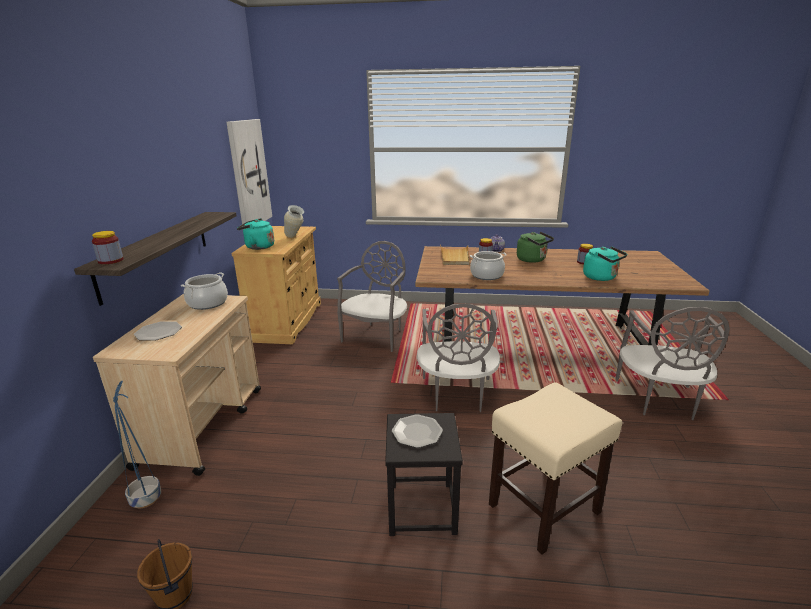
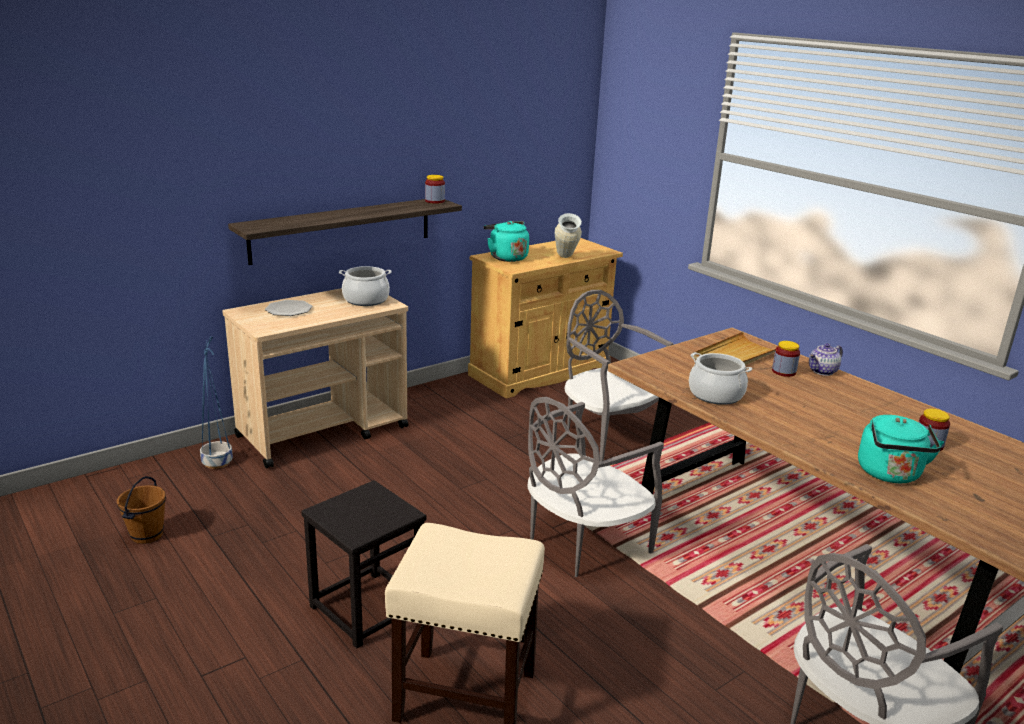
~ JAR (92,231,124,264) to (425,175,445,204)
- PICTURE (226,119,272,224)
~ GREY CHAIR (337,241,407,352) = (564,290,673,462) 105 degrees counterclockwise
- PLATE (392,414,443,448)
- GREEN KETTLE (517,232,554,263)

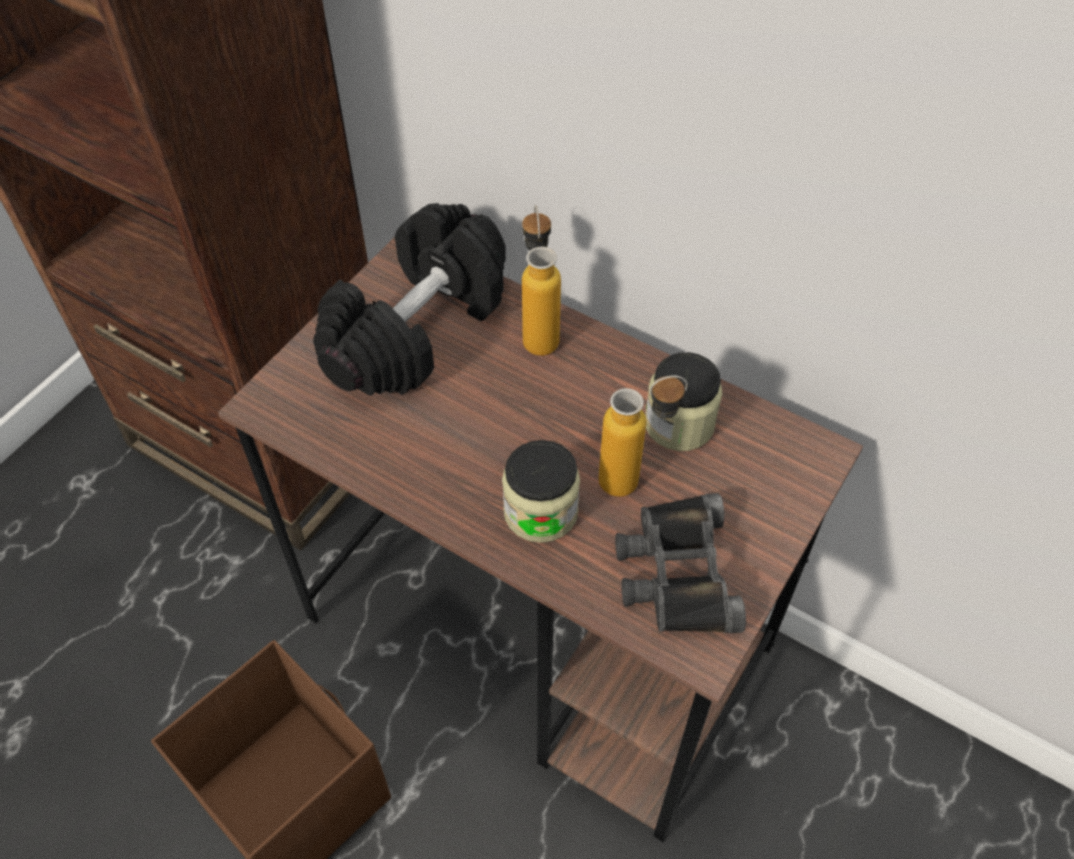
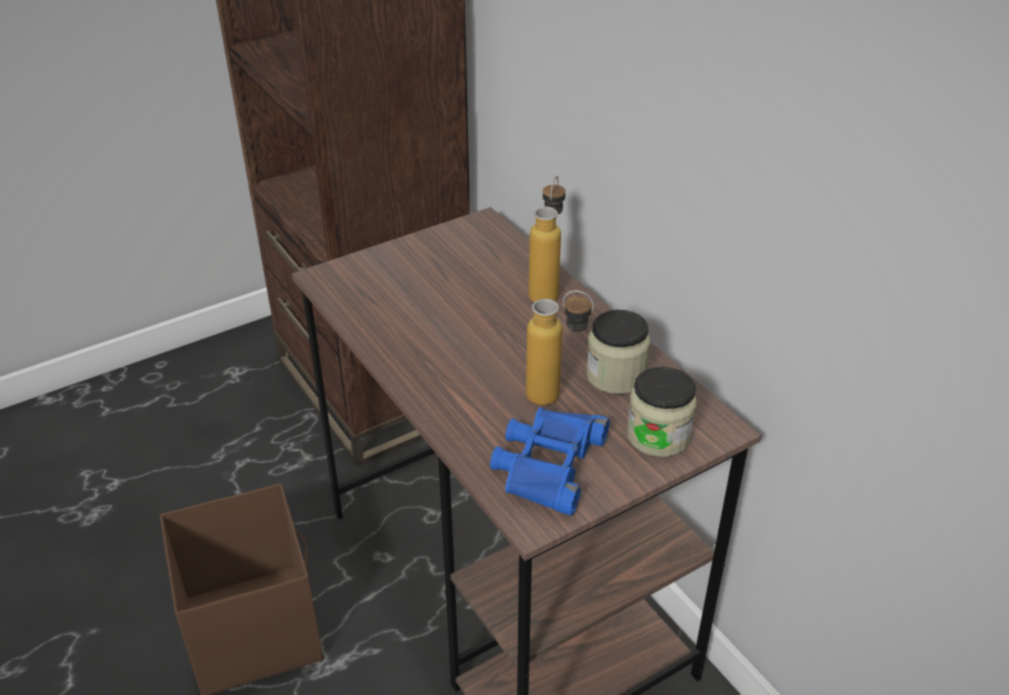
- BLACK DUMBBELL (313,203,506,396)
~ JAR (502,440,580,543) to (627,367,697,457)
~ BLACK BINOCULARS (615,493,746,633) to BLUE BINOCULARS (490,407,610,516)

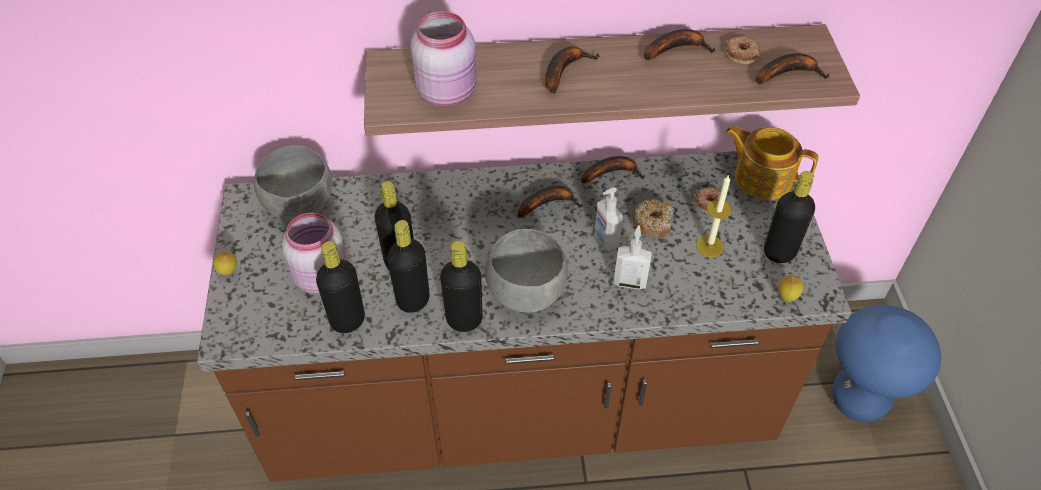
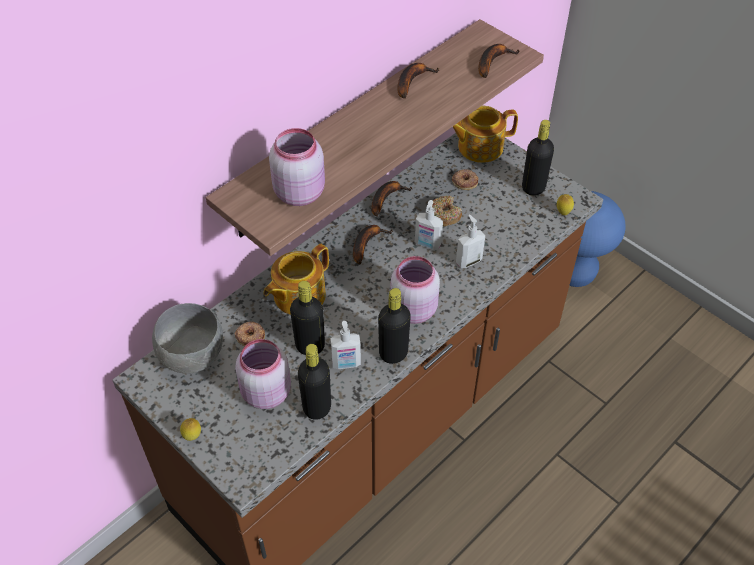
~ BLACK BOTTLE (387,220,430,313) to SOAP DISPENSER (331,321,361,369)
~ GREY BOWL (485,229,568,313) to PINK JAR (390,256,440,324)
- BANANA (545,46,600,94)
- CANDLE (696,174,732,257)
~ DONUT (725,36,761,65) to (235,322,265,346)
+ TEAPOT (263,244,329,315)

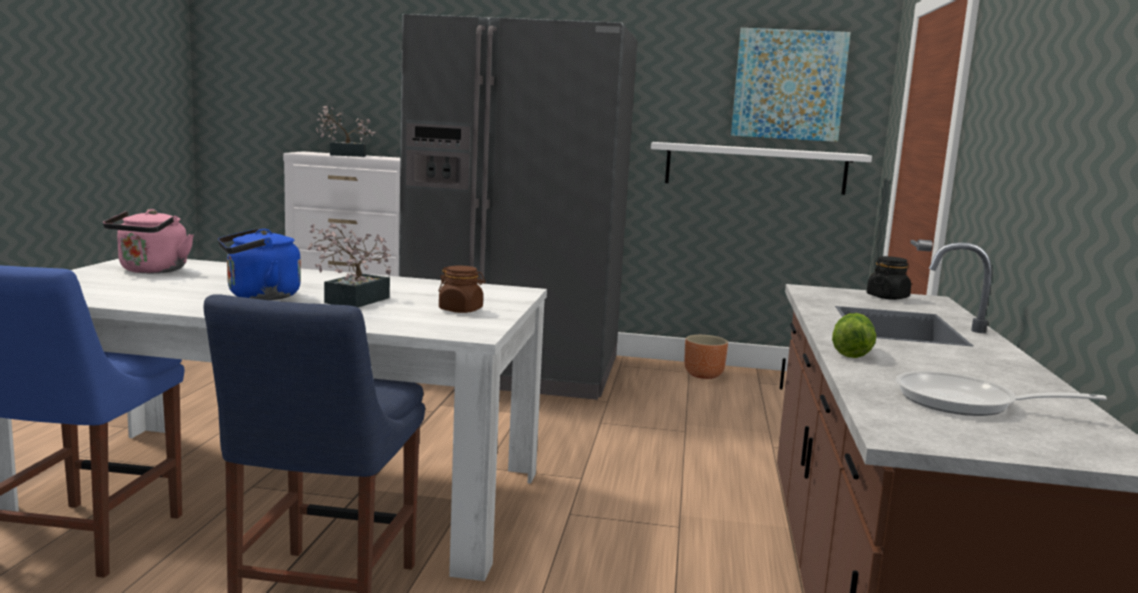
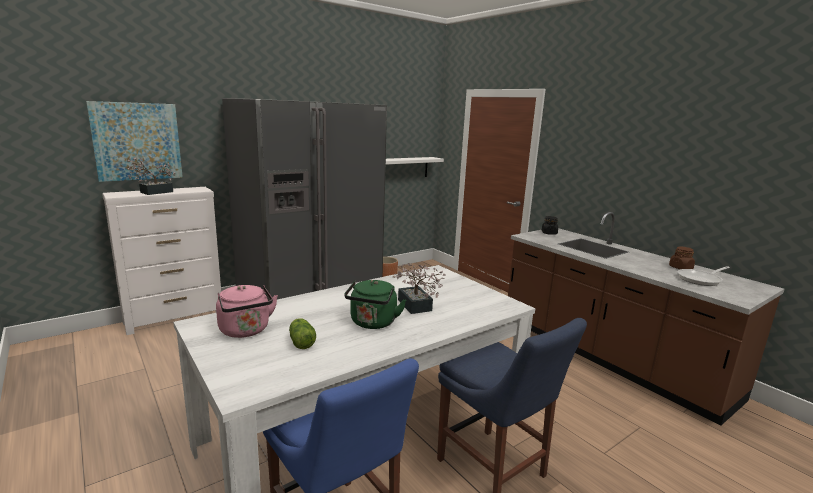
~ BLUE KETTLE (218,229,301,300) to GREEN KETTLE (344,280,406,329)
~ BROWN JAR (438,266,486,313) to (669,247,695,269)
~ PICTURE (731,28,851,142) to (86,101,183,182)
~ LETTUCE (832,313,876,358) to (289,318,316,349)

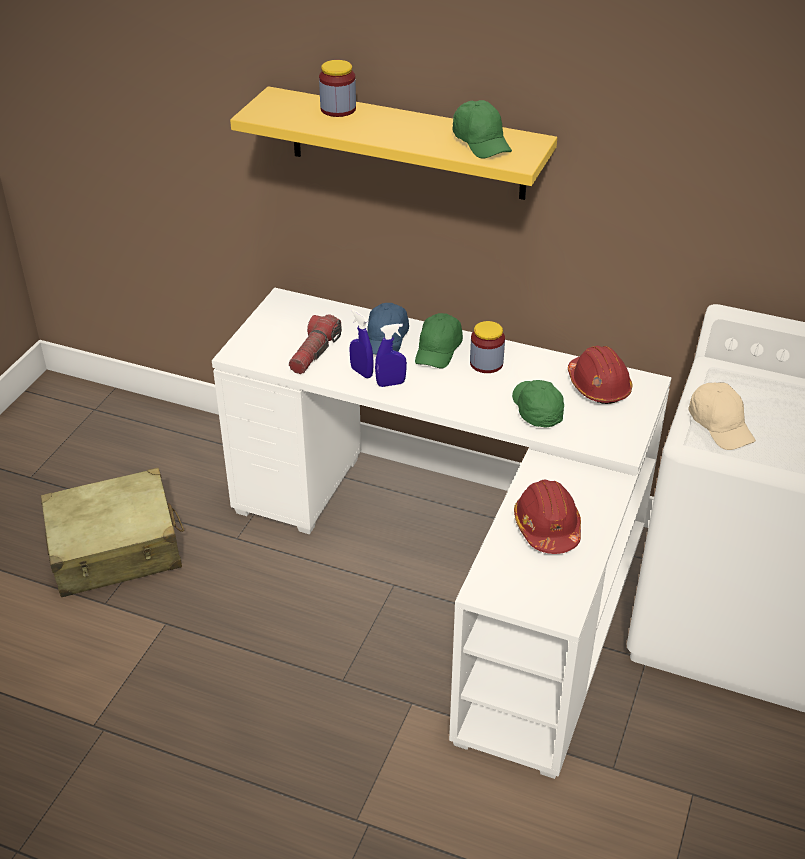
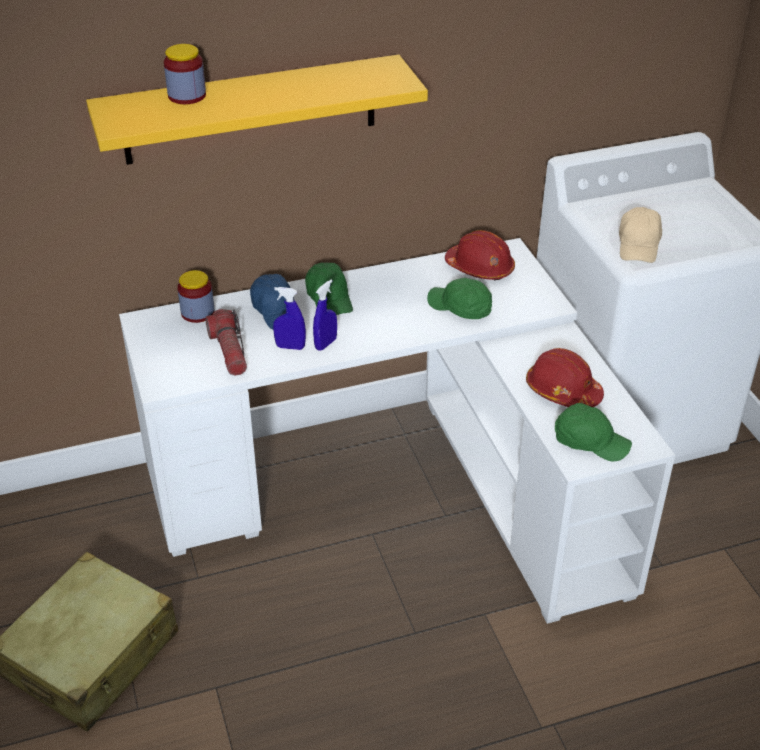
~ GREEN CAP (452,100,512,159) to (555,403,632,461)
~ JAR (470,321,505,373) to (177,270,215,323)
~ BEIGE CAP (688,382,756,450) = (619,207,662,263) 75 degrees clockwise

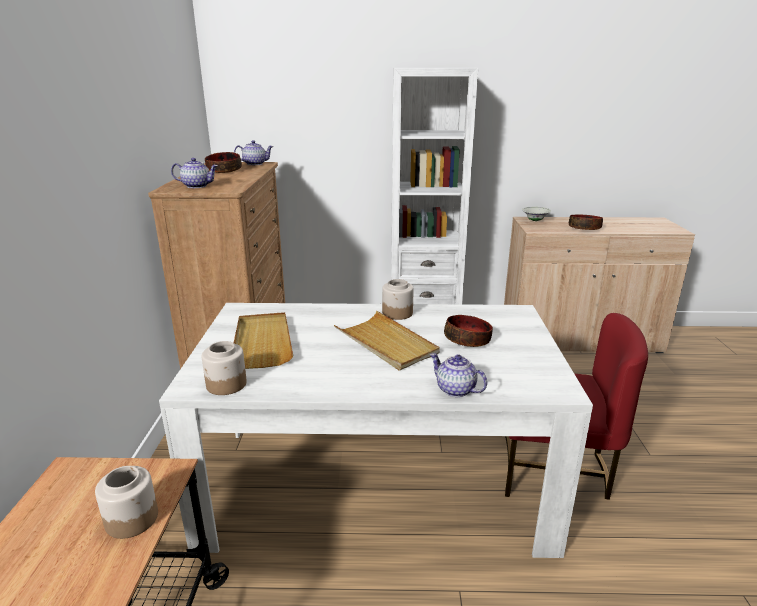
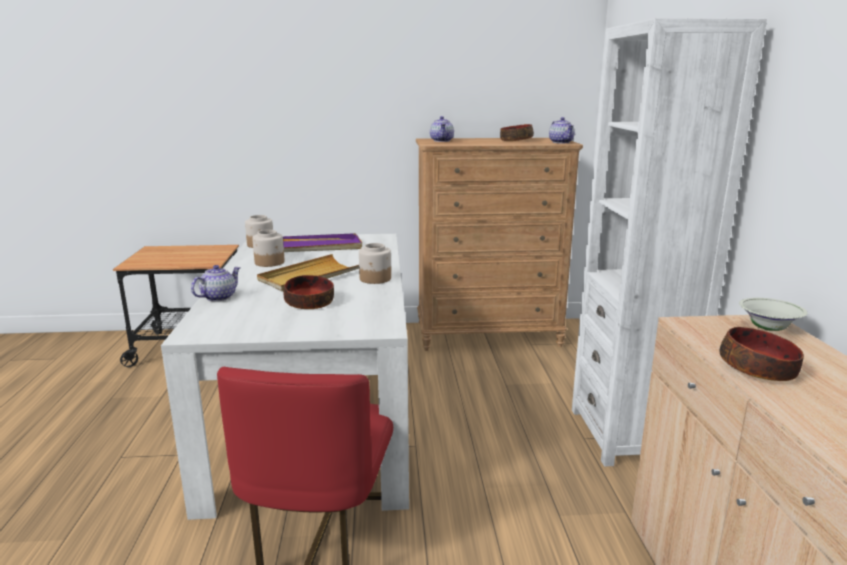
~ JAR (95,466,158,539) to (252,230,285,267)
~ BEIGE TRAY (234,312,293,369) to PURPLE TRAY (283,233,362,252)

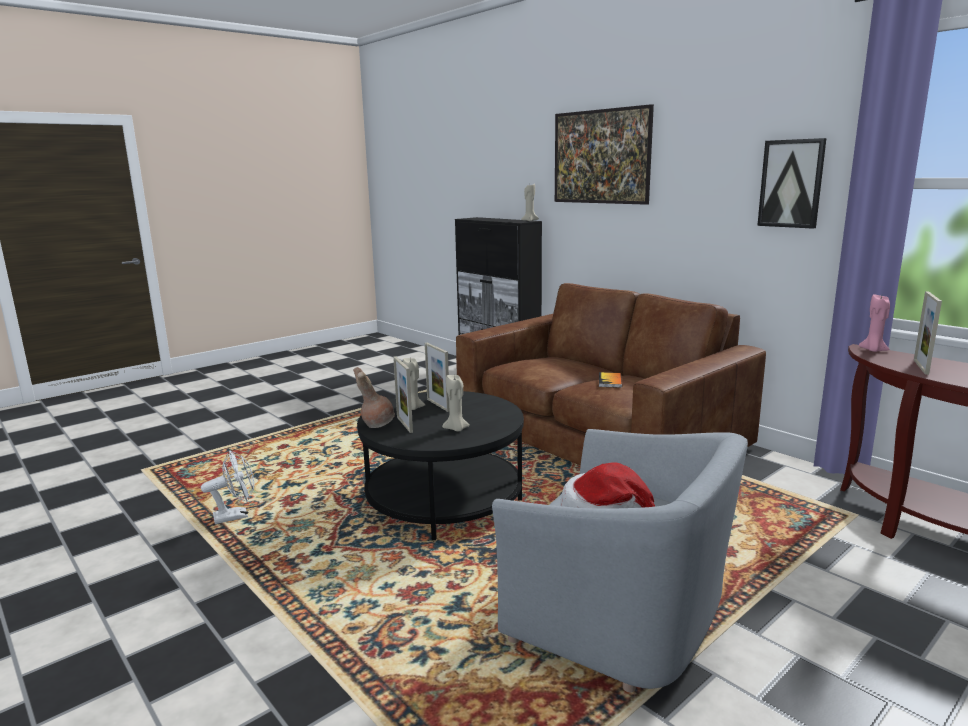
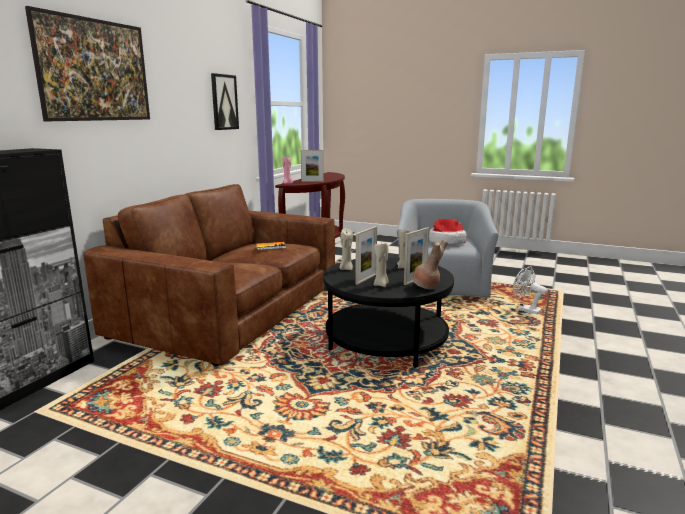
~ WHITE FAN (201,451,254,524) to (513,266,548,314)
~ BEIGE CANDLE (521,184,539,221) to (339,229,353,270)

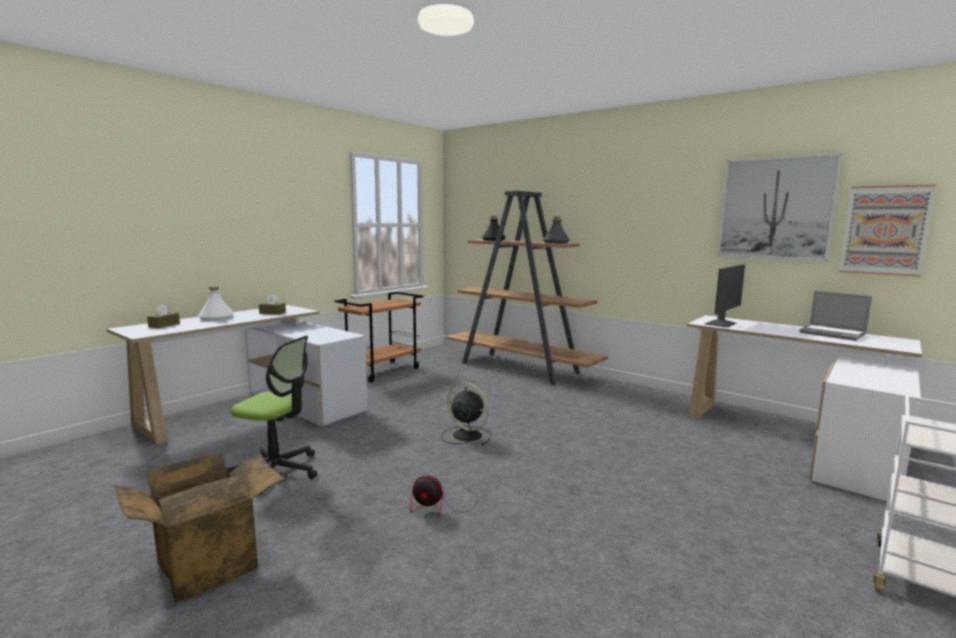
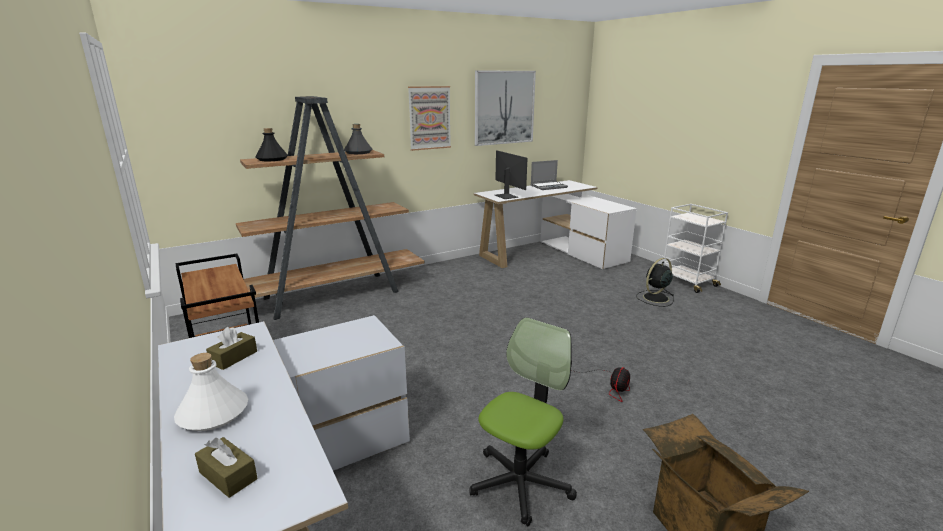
~ BLACK FAN (441,382,492,445) to (637,258,674,307)
~ PICTURE (840,184,936,277) to (408,86,451,151)

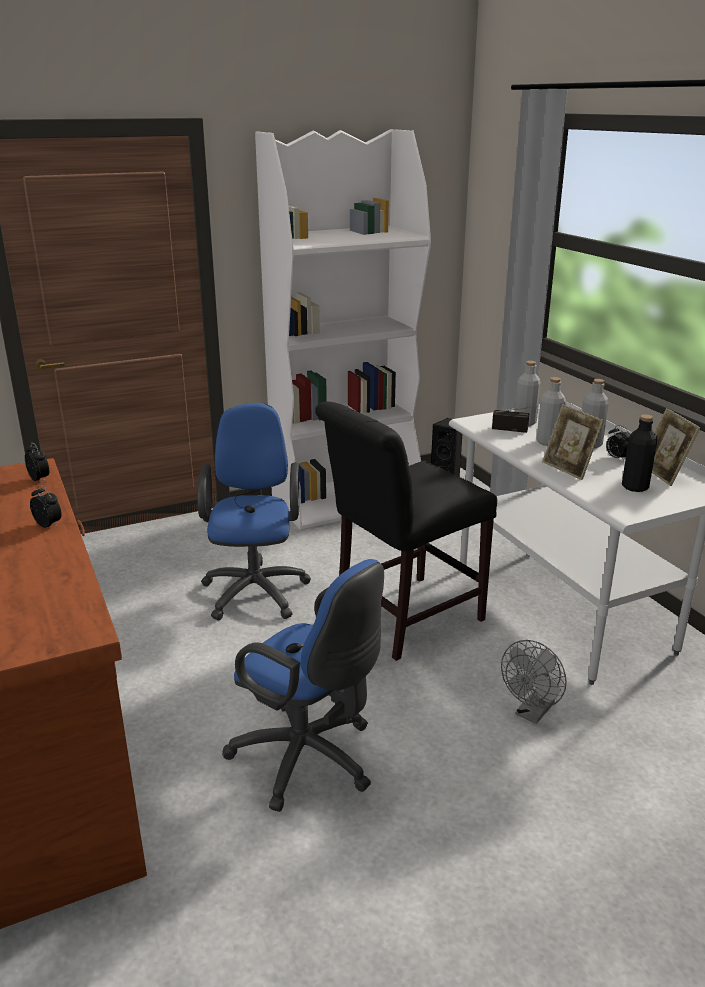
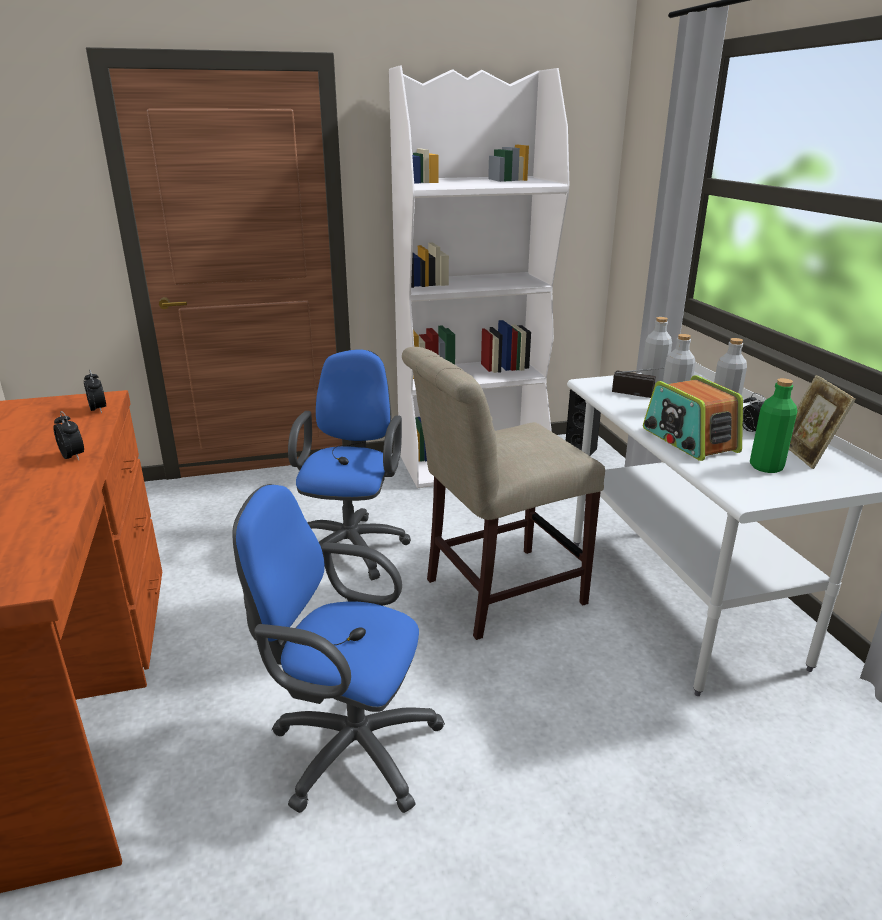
~ BLUE OFFICE CHAIR (222,559,384,812) = (233,484,445,813) 150 degrees clockwise
~ BLACK CHAIR (315,402,497,661) to BEIGE CHAIR (402,347,605,640)
- GREY FAN (501,640,567,724)
~ PICTURE FRAME (542,404,604,480) to RADIO (643,375,743,461)
~ BLACK BOTTLE (622,414,657,492) to GREEN BOTTLE (750,378,797,473)

